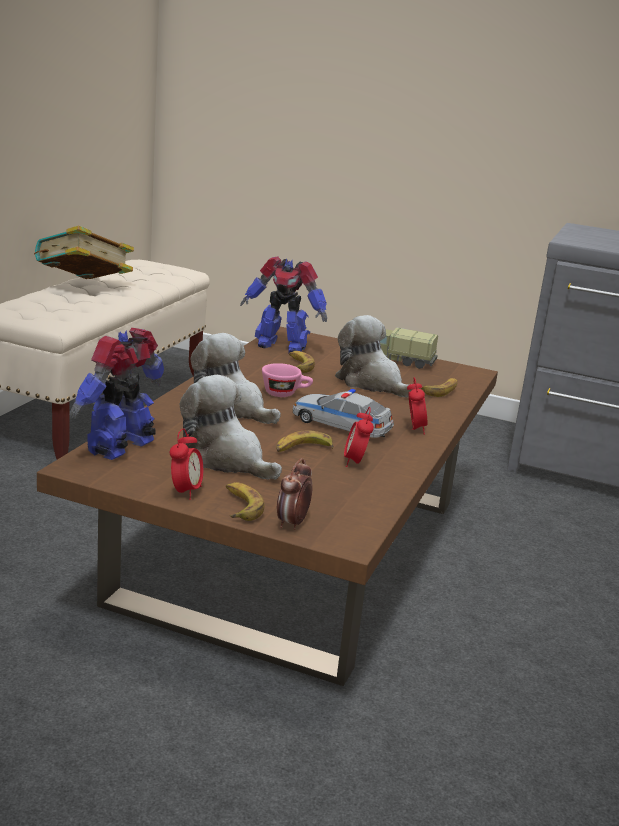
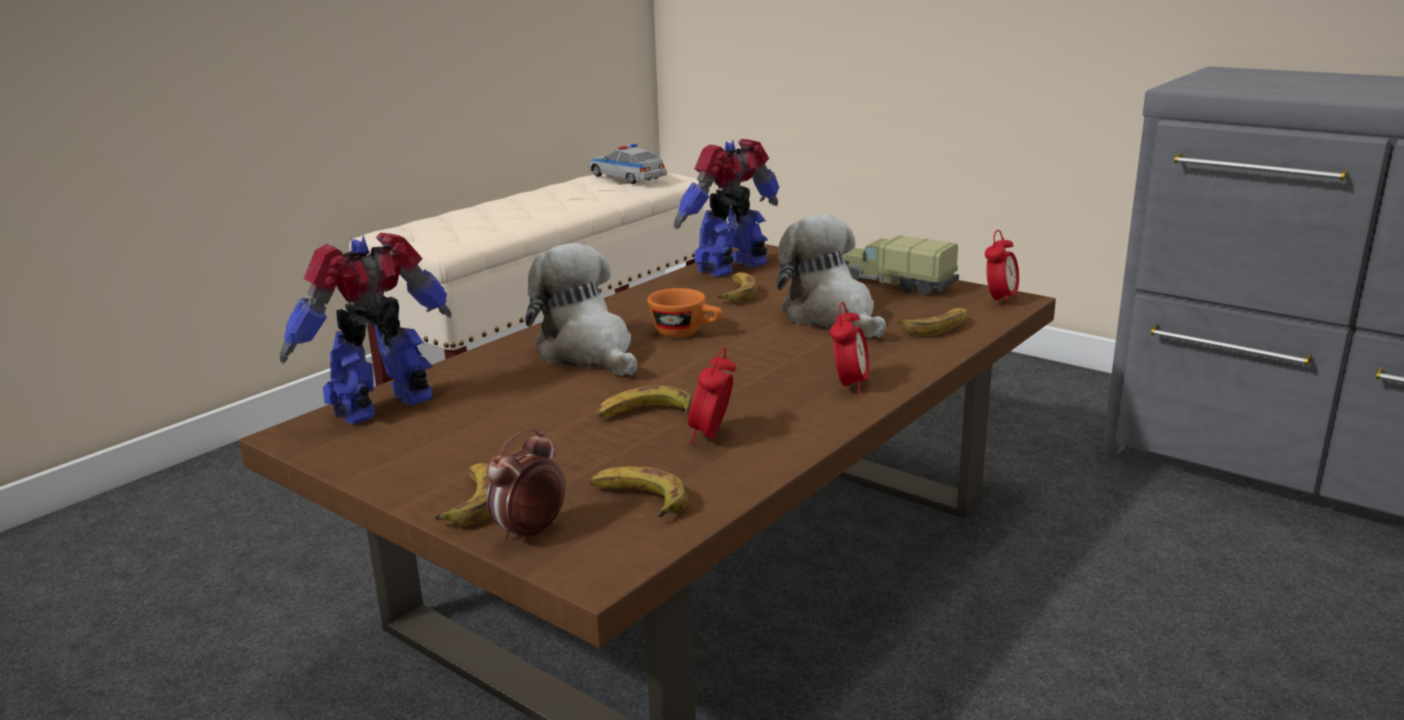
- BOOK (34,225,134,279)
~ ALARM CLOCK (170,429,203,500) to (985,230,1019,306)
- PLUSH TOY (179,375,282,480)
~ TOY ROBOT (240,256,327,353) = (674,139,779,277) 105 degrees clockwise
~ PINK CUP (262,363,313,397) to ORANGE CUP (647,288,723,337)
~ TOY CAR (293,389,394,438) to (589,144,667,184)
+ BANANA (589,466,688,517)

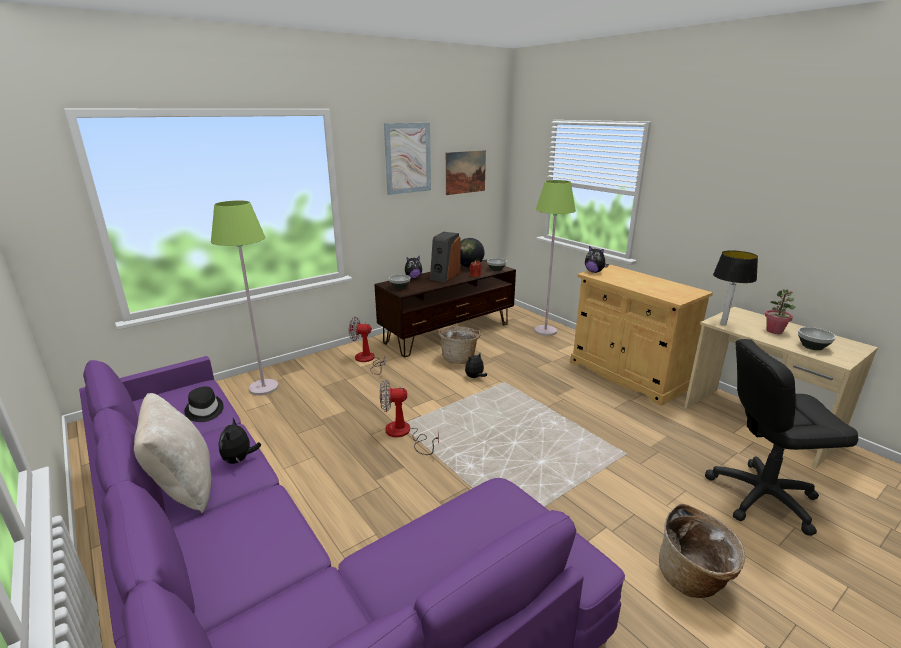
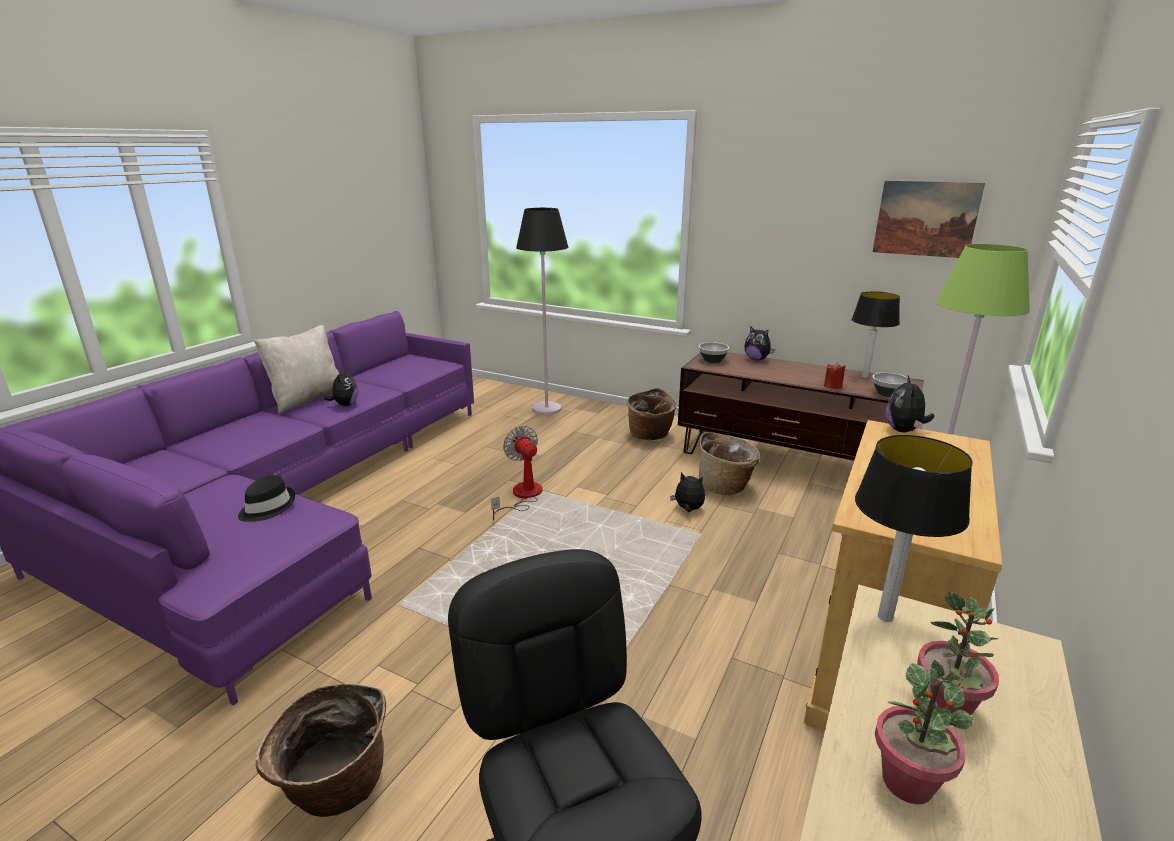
~ BLACK HAT (185,386,224,422) to (238,475,295,522)
~ GREEN FLOOR LAMP (211,201,279,395) to BLACK FLOOR LAMP (516,208,568,415)
~ PLUSH TOY (219,418,261,464) = (324,368,358,406) 120 degrees clockwise
~ FAN (349,317,385,375) to BASKET (627,388,677,440)
- PICTURE (384,123,431,195)
- SPEAKER (430,232,461,282)
~ GLOBE (460,238,484,267) to TABLE LAMP (851,291,900,378)
~ BOWL (798,327,836,350) to POTTED PLANT (875,660,974,804)

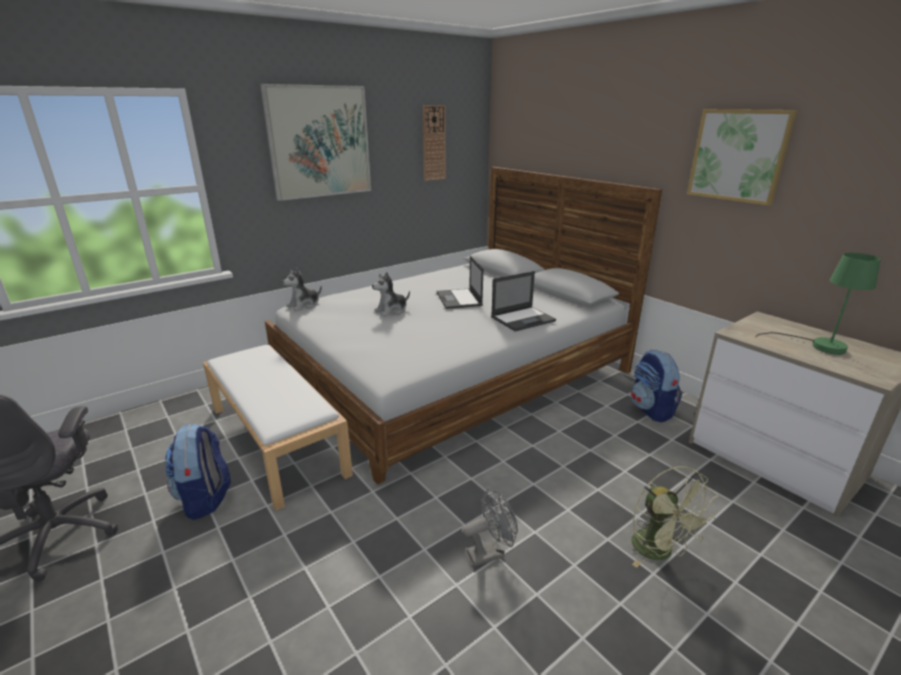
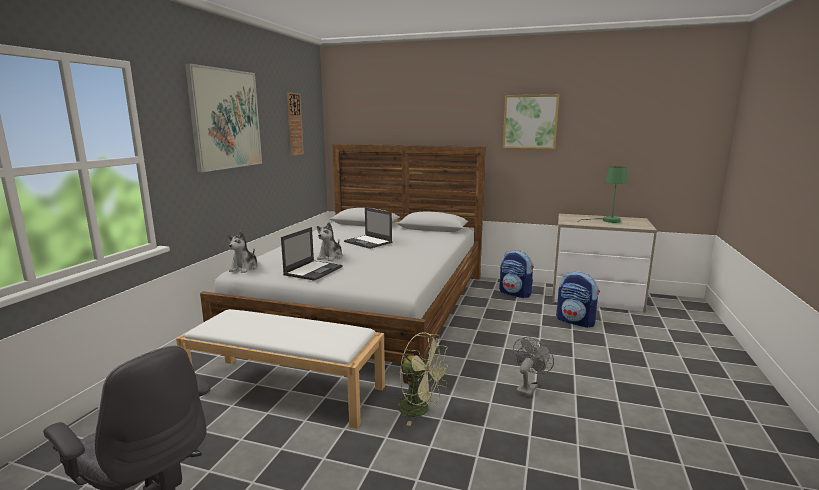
~ BACKPACK (165,423,231,520) to (556,271,600,328)
~ LAPTOP (491,271,556,331) to (281,227,342,281)
~ GREEN FAN (631,466,718,568) to (397,332,451,426)

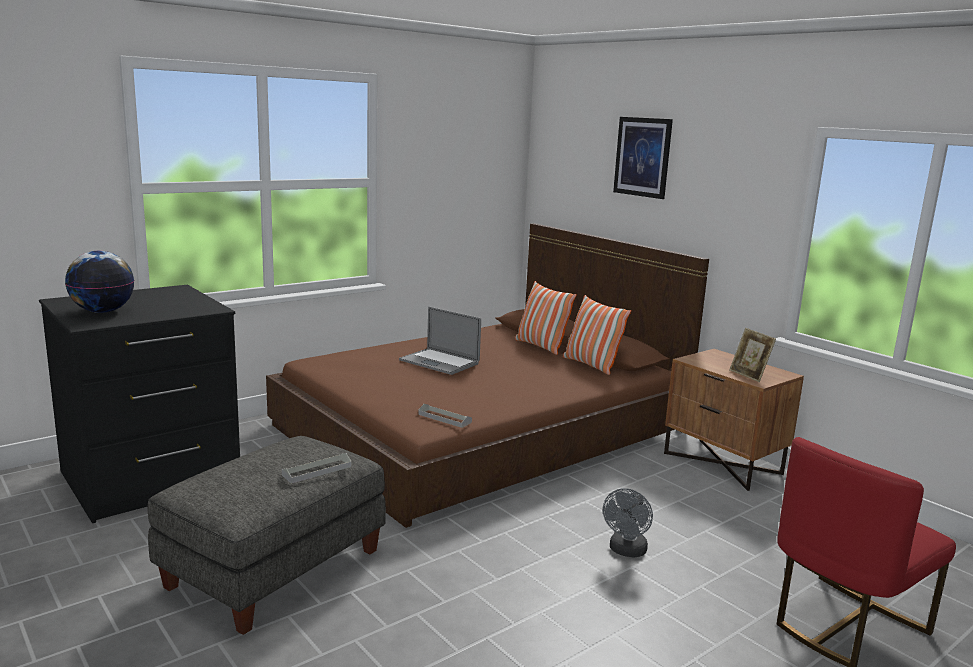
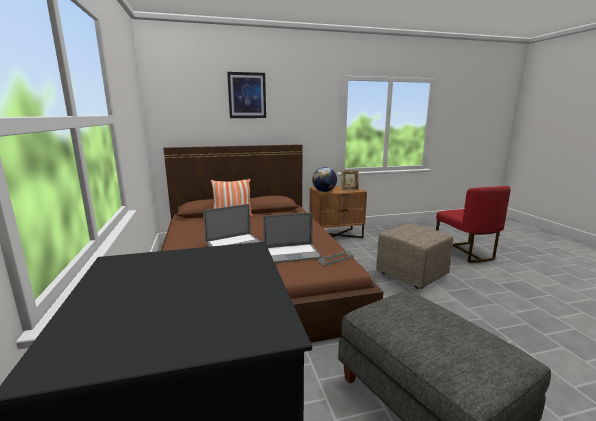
~ GLOBE (65,251,134,313) to (312,167,337,192)
- GREY TRAY (282,453,351,484)
- PILLOW (563,295,631,375)
~ GREY FAN (603,488,653,558) to BEIGE OTTOMAN (376,224,453,289)
+ LAPTOP (263,212,322,263)

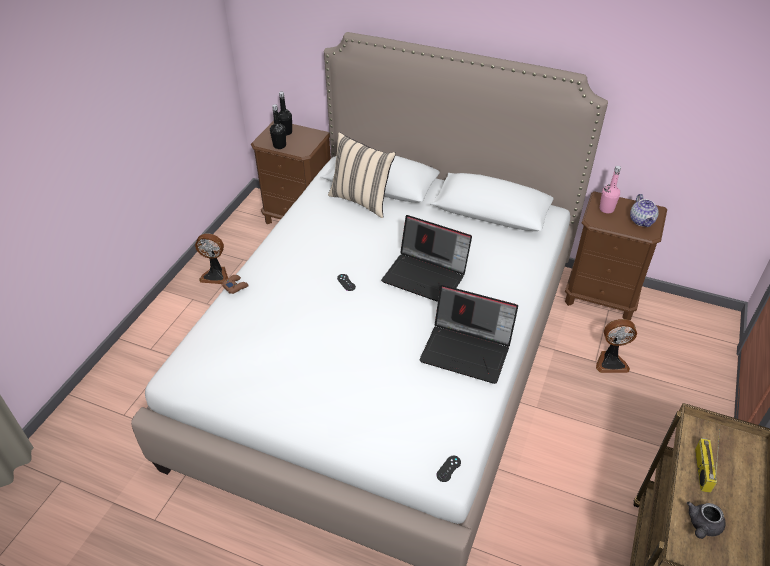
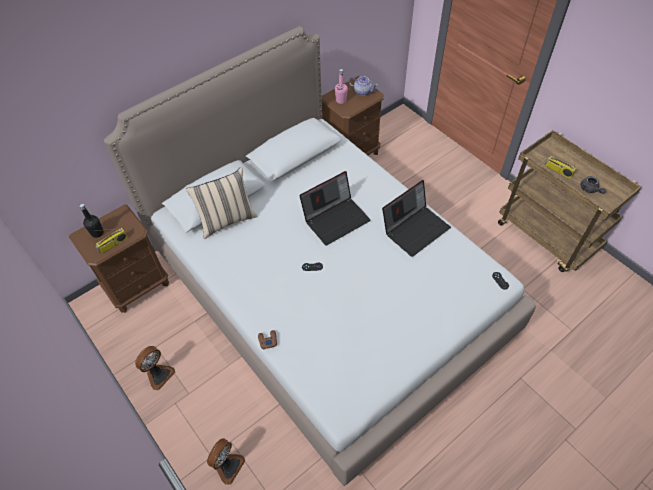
~ BLACK BOTTLE (270,104,286,149) to RADIO (95,228,128,254)
~ FAN (596,319,637,373) to (207,439,245,485)

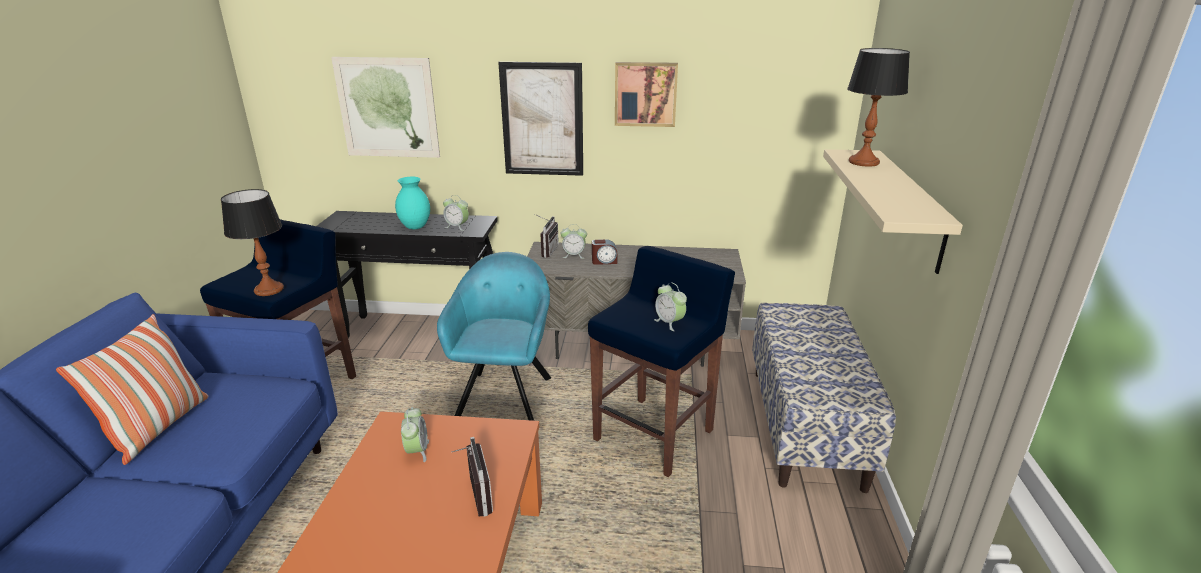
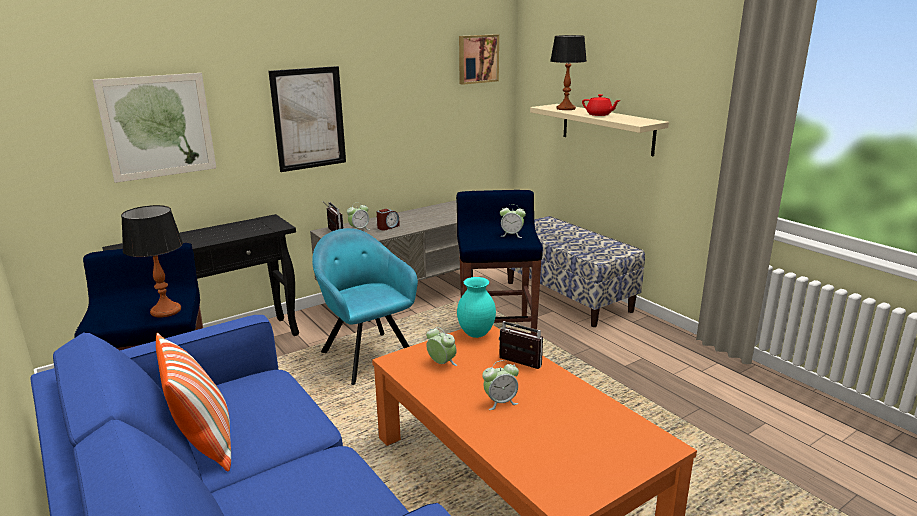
~ TURQUOISE VASE (395,177,430,229) to (457,277,496,338)
~ ALARM CLOCK (443,195,469,231) to (482,360,519,410)
~ PICTURE (615,62,678,127) to (459,34,499,85)
+ RED TEAPOT (582,94,621,116)

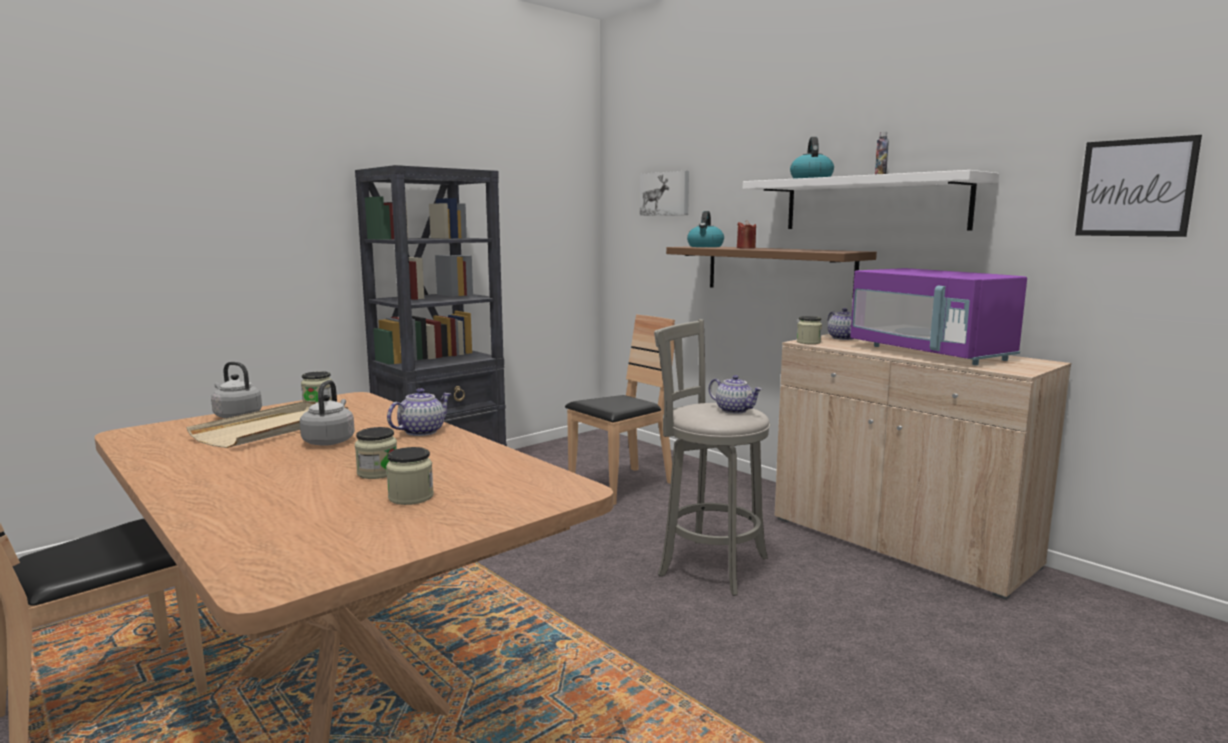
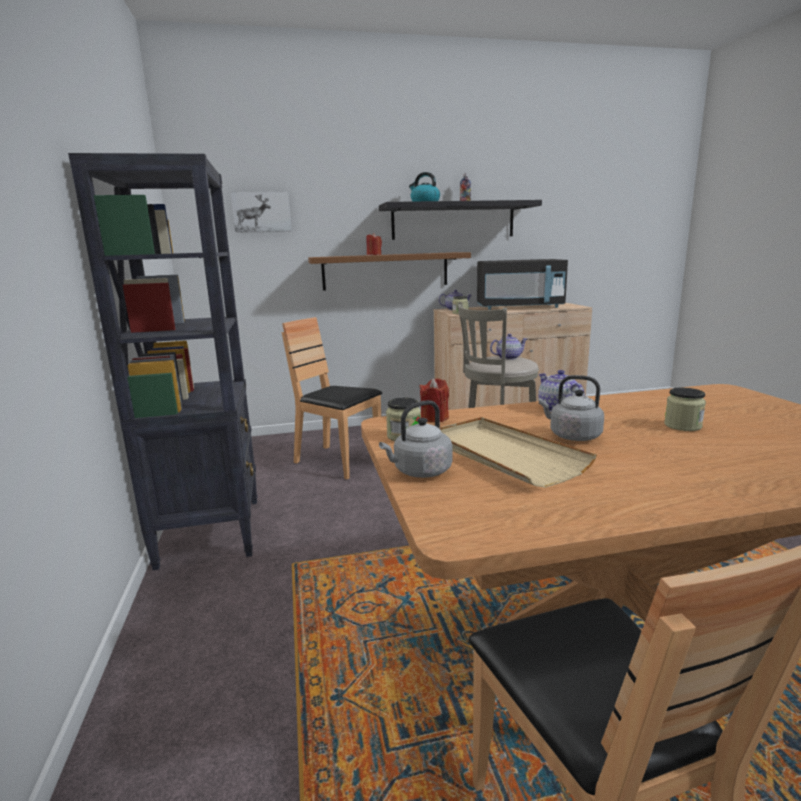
- JAR (386,447,434,505)
~ BROWN CHAIR (565,314,675,505) = (282,317,382,480) 45 degrees counterclockwise
- KETTLE (687,211,724,247)
~ WHITE SHELF (743,170,999,230) to BLACK SHELF (379,200,542,240)
~ PURPLE MICROWAVE (850,268,1027,365) to BLACK MICROWAVE (477,259,568,310)
- PICTURE (1075,135,1202,237)
+ RED CANDLE (420,378,449,422)

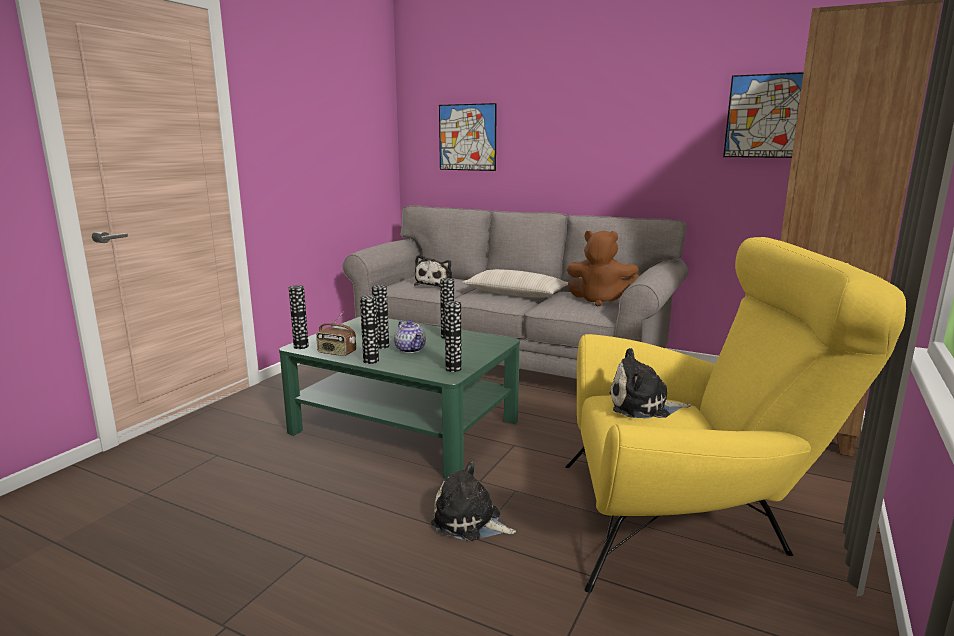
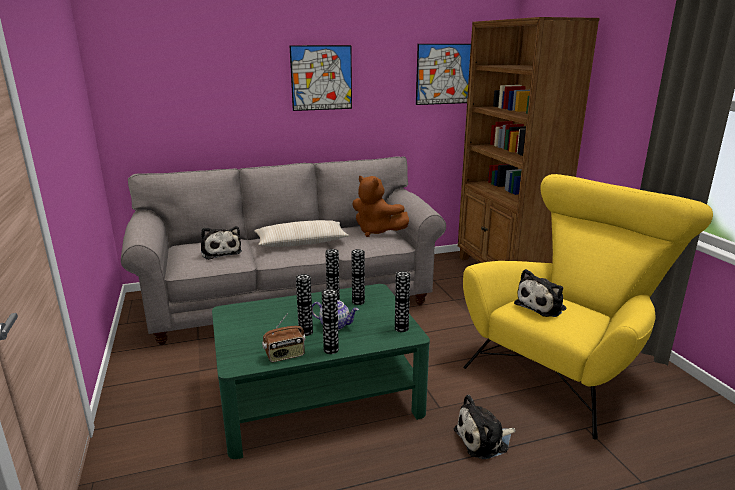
~ VASE (289,285,309,349) to (351,249,365,305)
~ PICTURE (439,103,497,171) to (289,45,352,111)
~ BROWN PLUSH TOY (566,230,639,307) = (352,176,409,237) 60 degrees clockwise

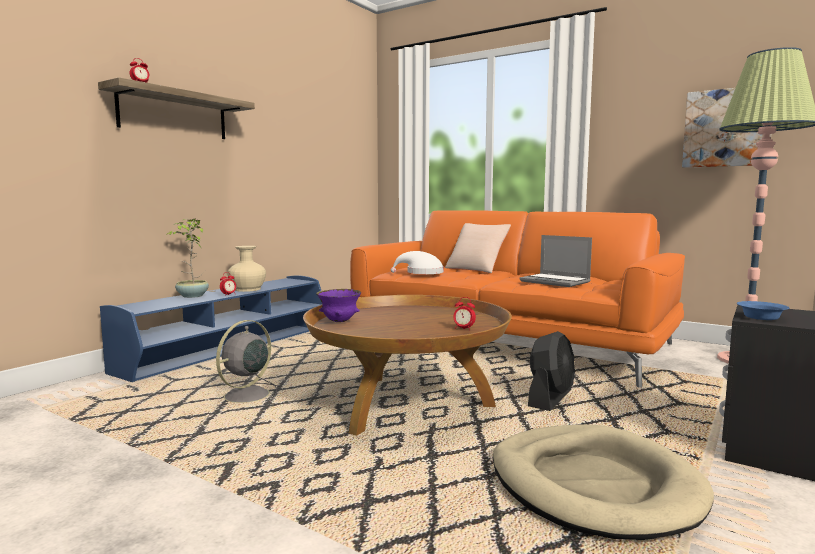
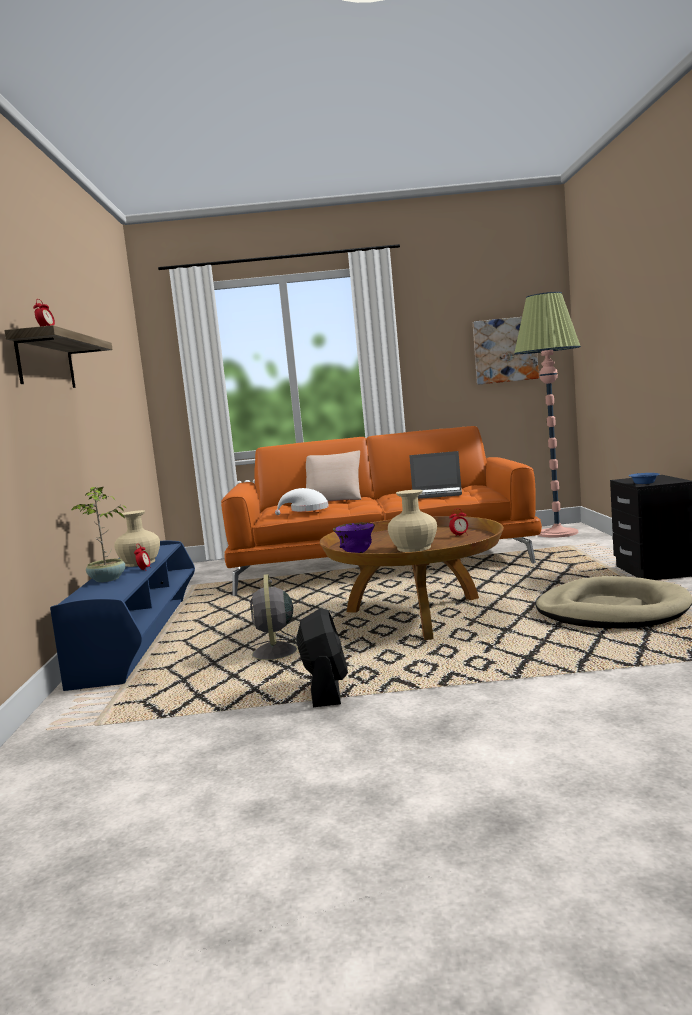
~ BLACK FAN (528,331,575,411) to (296,608,348,707)
+ BEIGE VASE (388,490,437,552)

